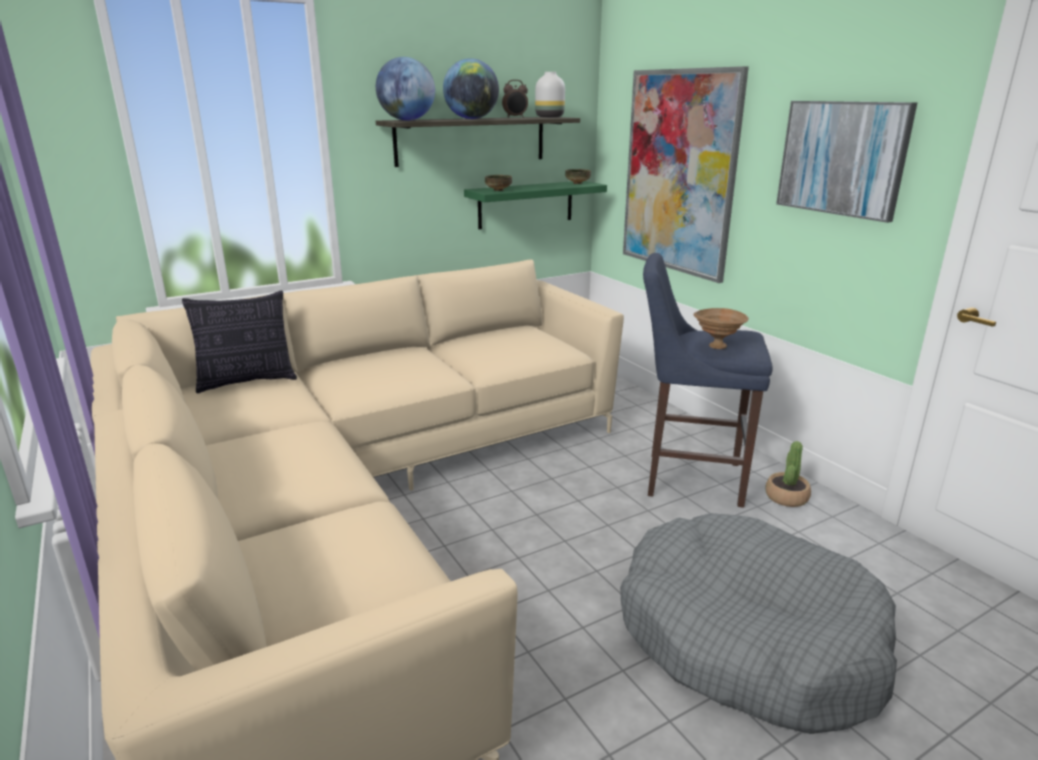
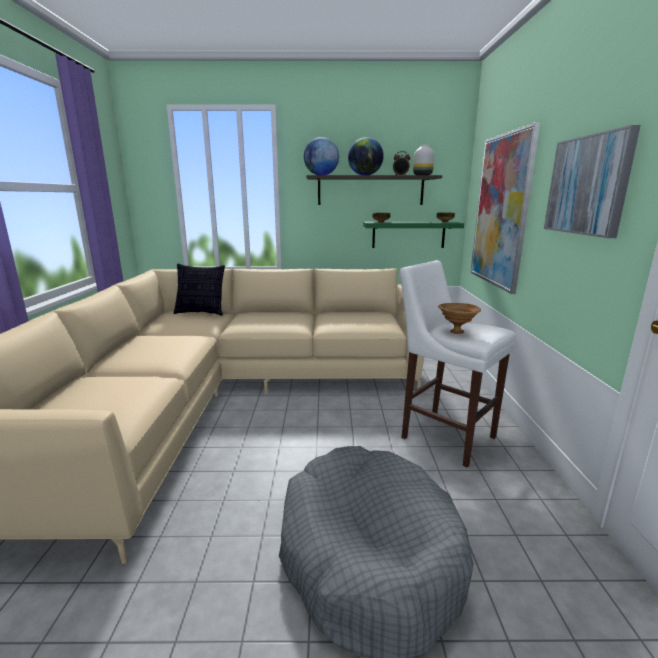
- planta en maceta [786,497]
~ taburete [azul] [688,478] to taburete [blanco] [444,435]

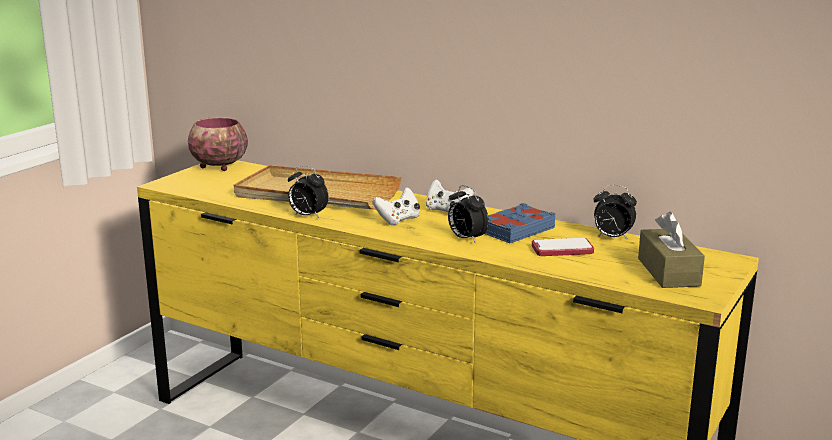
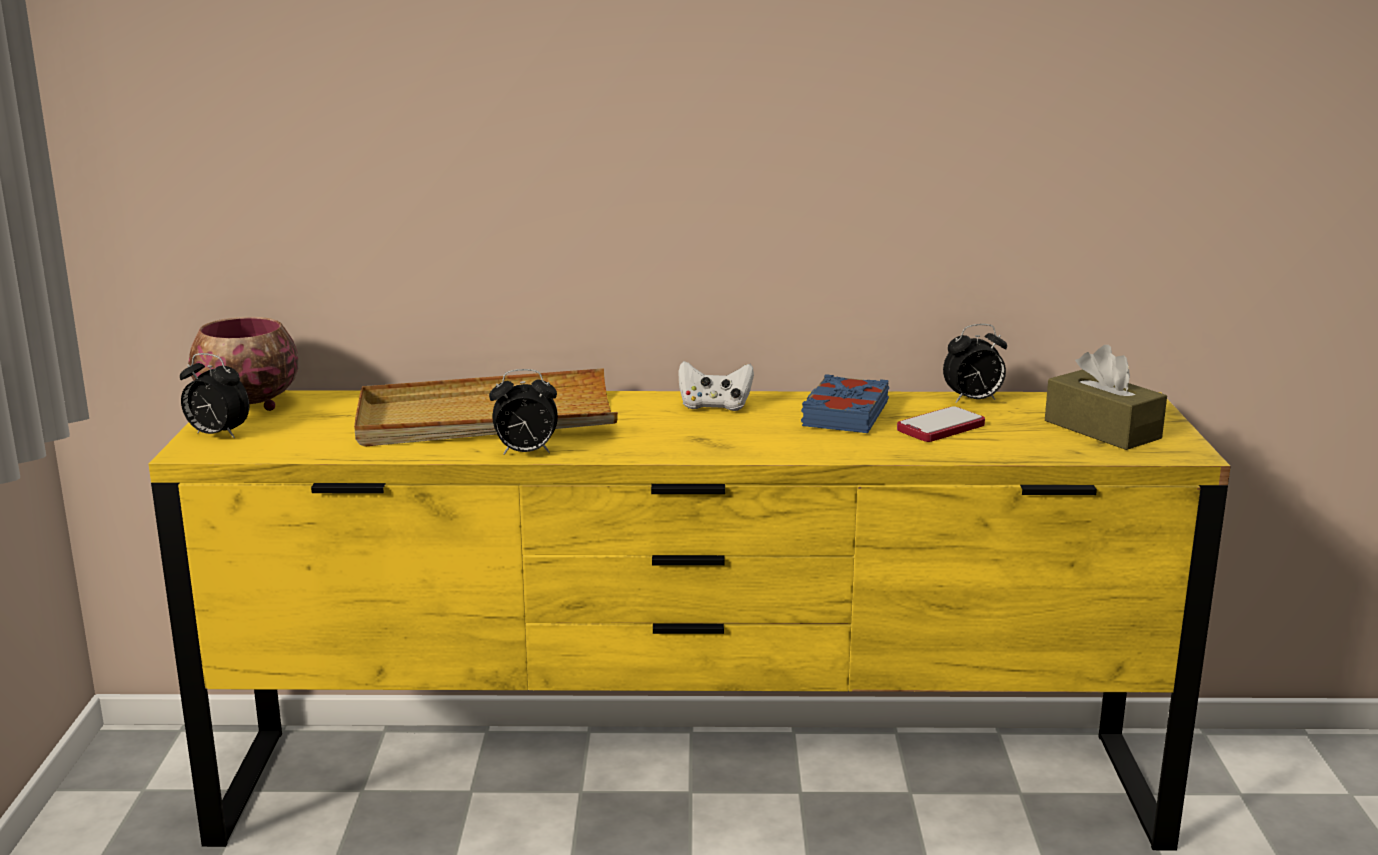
- mando de consola [blanco] [398,220]
~ despertador [466,239] to [217,435]

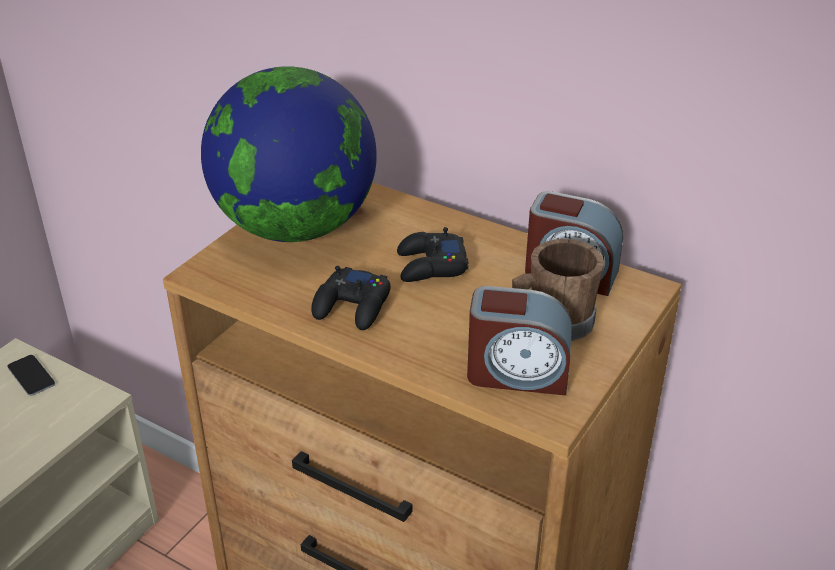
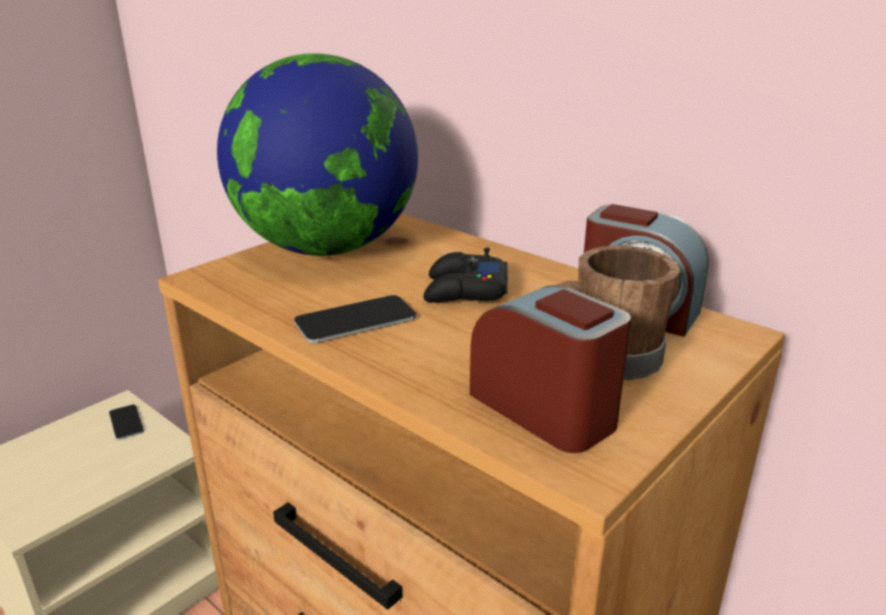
~ mando de consola [negro] [353,306] to móvil [355,320]
~ despertador [517,373] = [545,409] 150 degrees counterclockwise

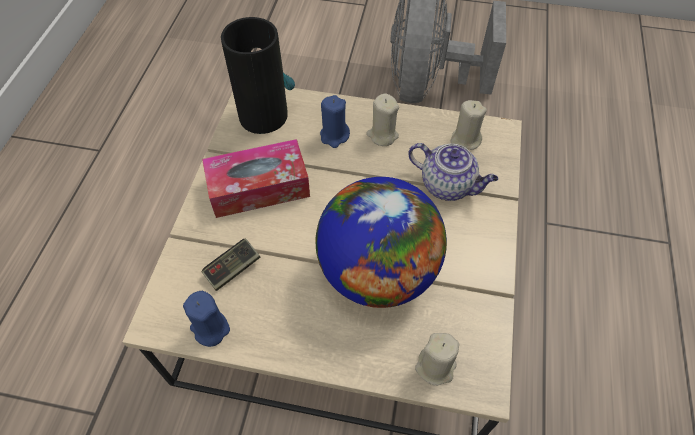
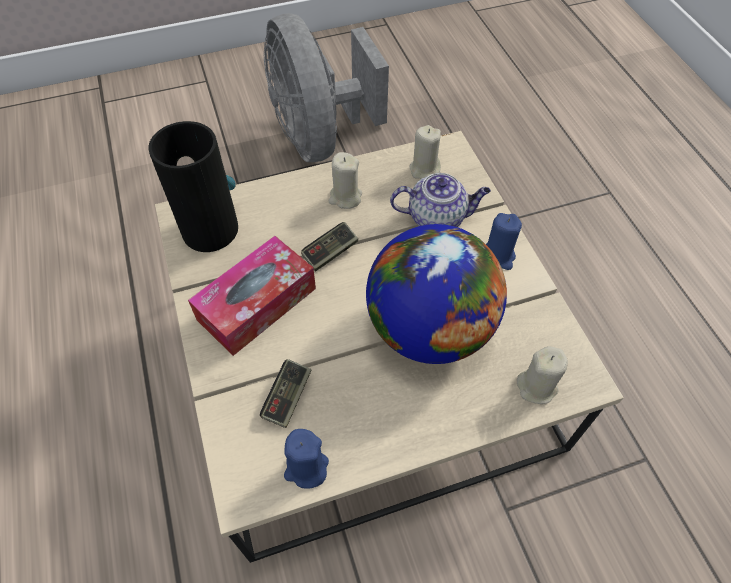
+ mando de consola [330,252]
~ vela [azul] [334,136] to [498,256]

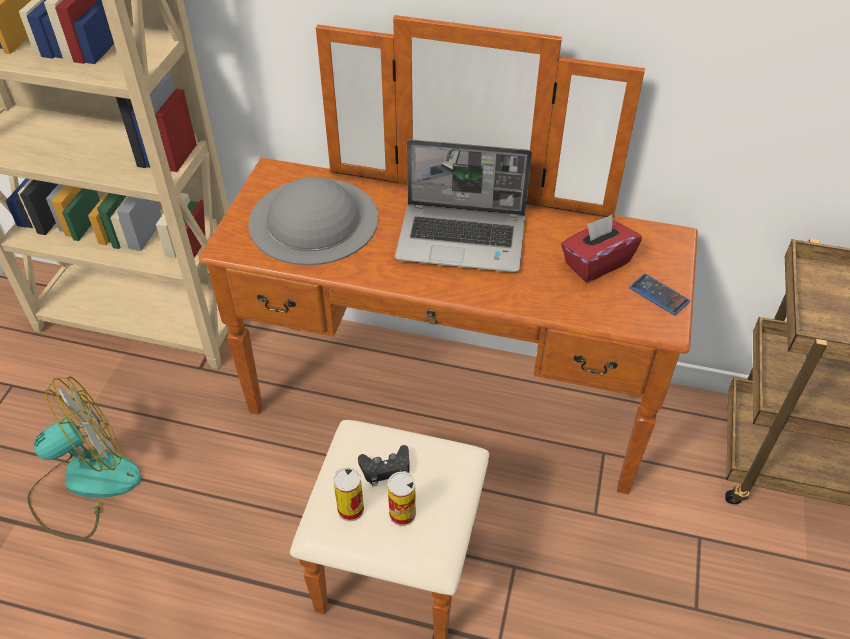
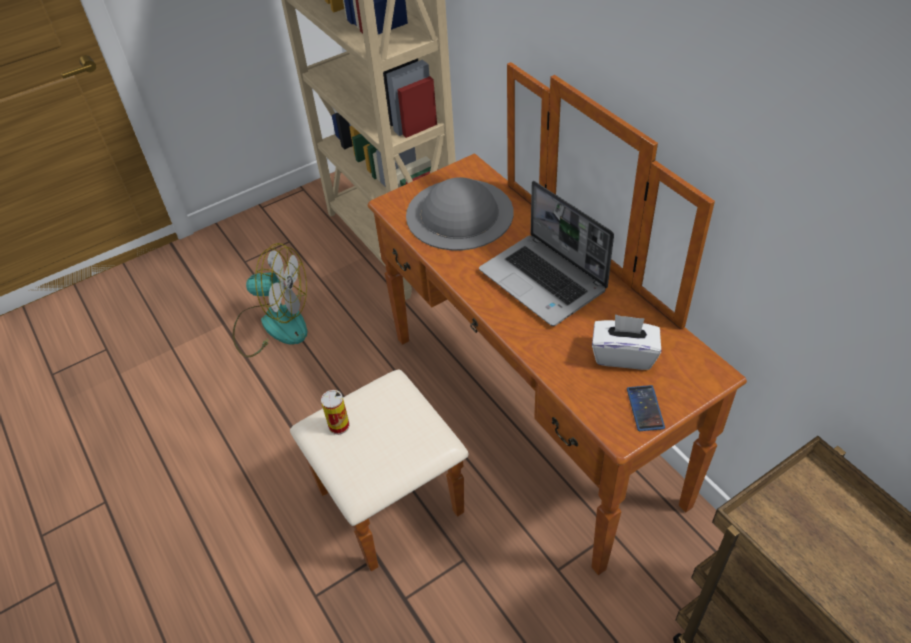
- mando de consola [negro] [386,469]
- lata [402,514]
~ caja de pañuelos [rojo] [596,263] to caja de pañuelos [blanco] [623,355]

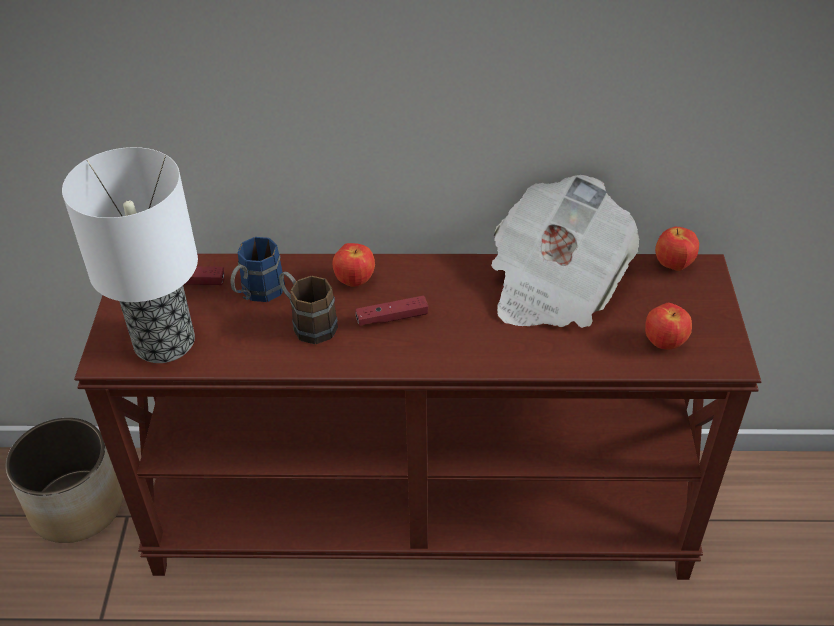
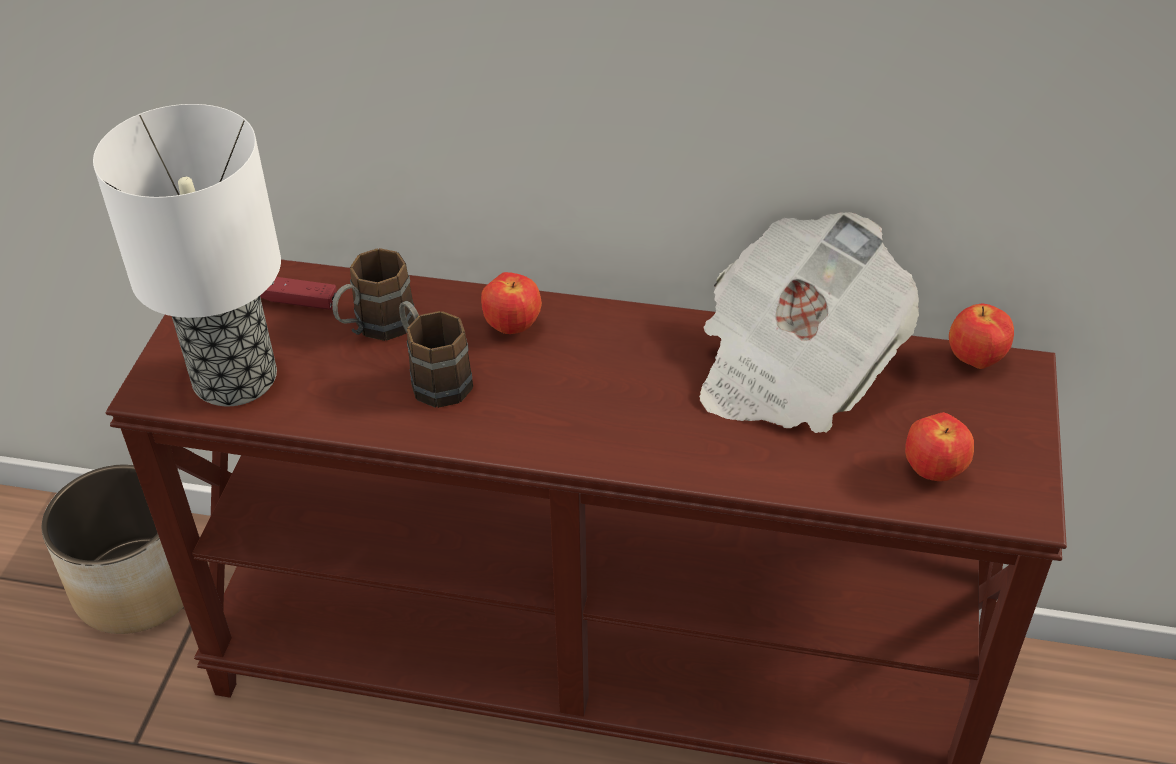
- mando de consola [rojo] [392,317]
~ taza grande [azul] [257,294] to taza grande [marrón] [375,328]

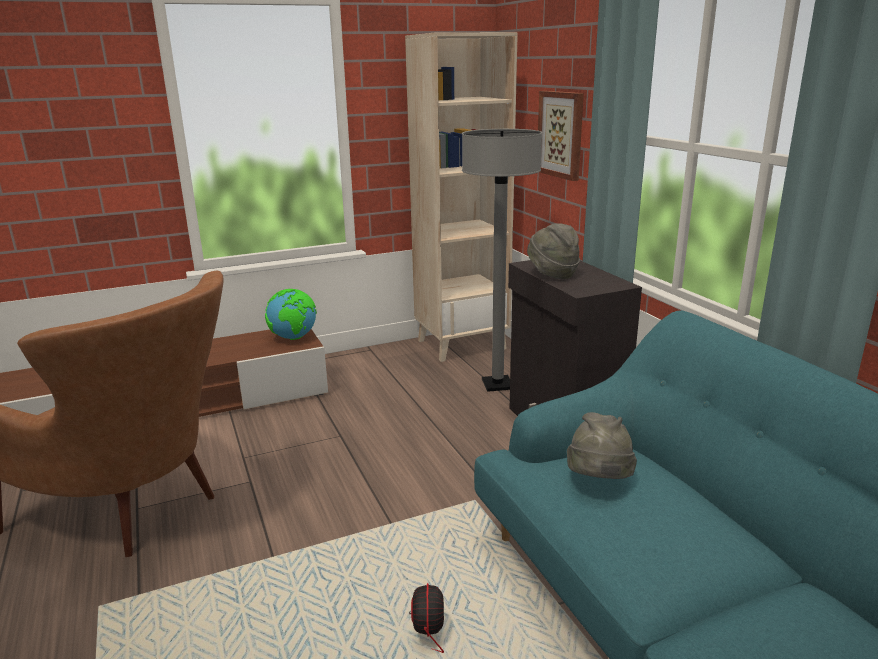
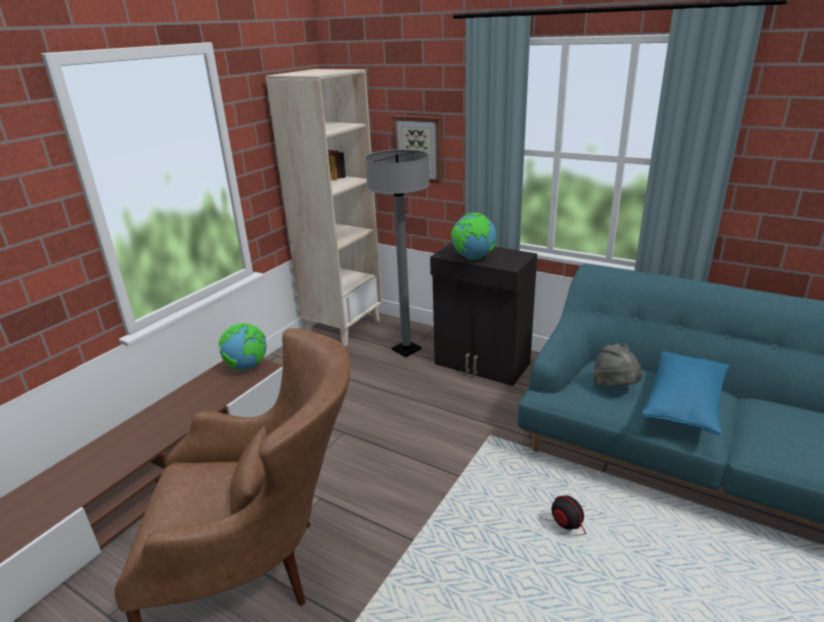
+ cojín [azul] [684,404]
~ sombrero [gris] [552,274] to globo terráqueo [473,258]

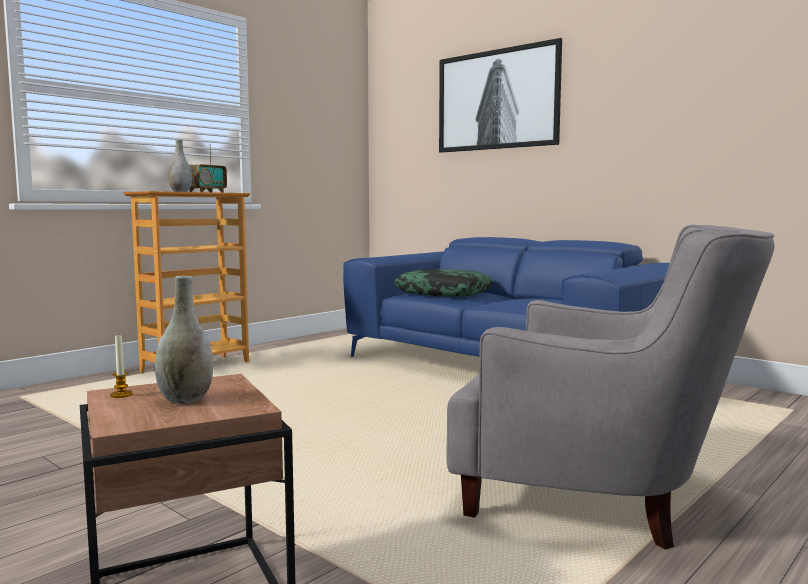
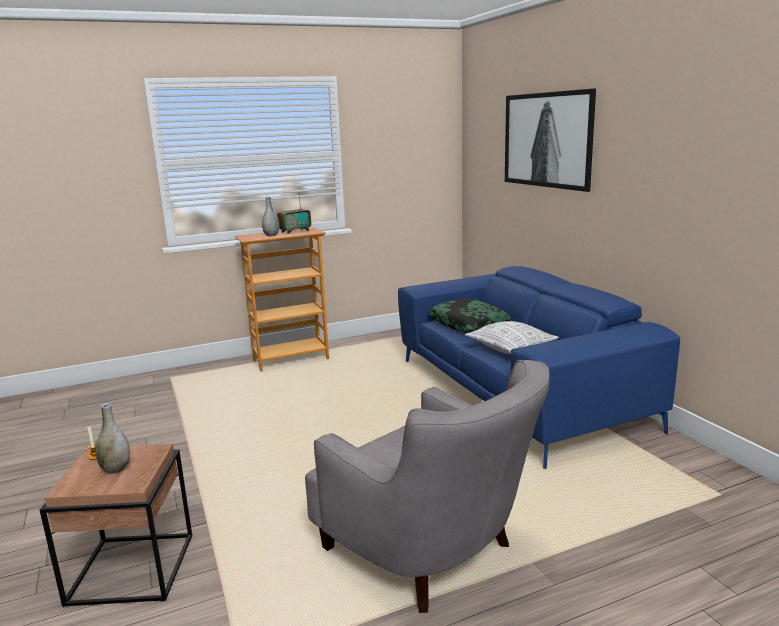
+ cojín [511,348]

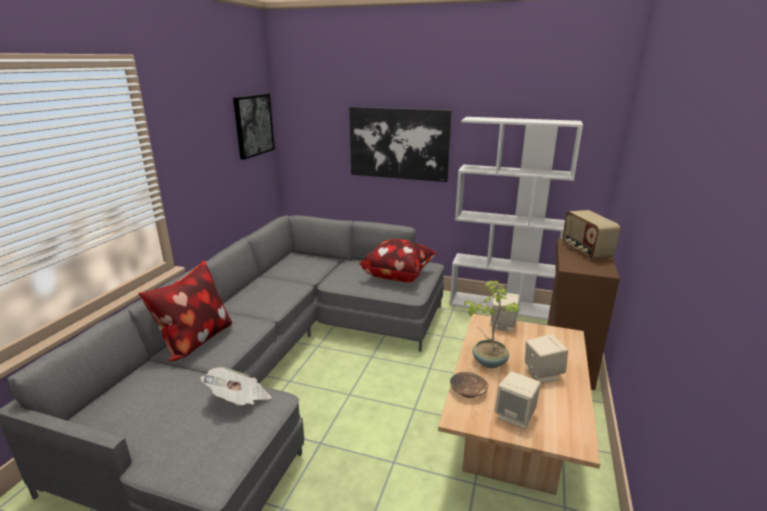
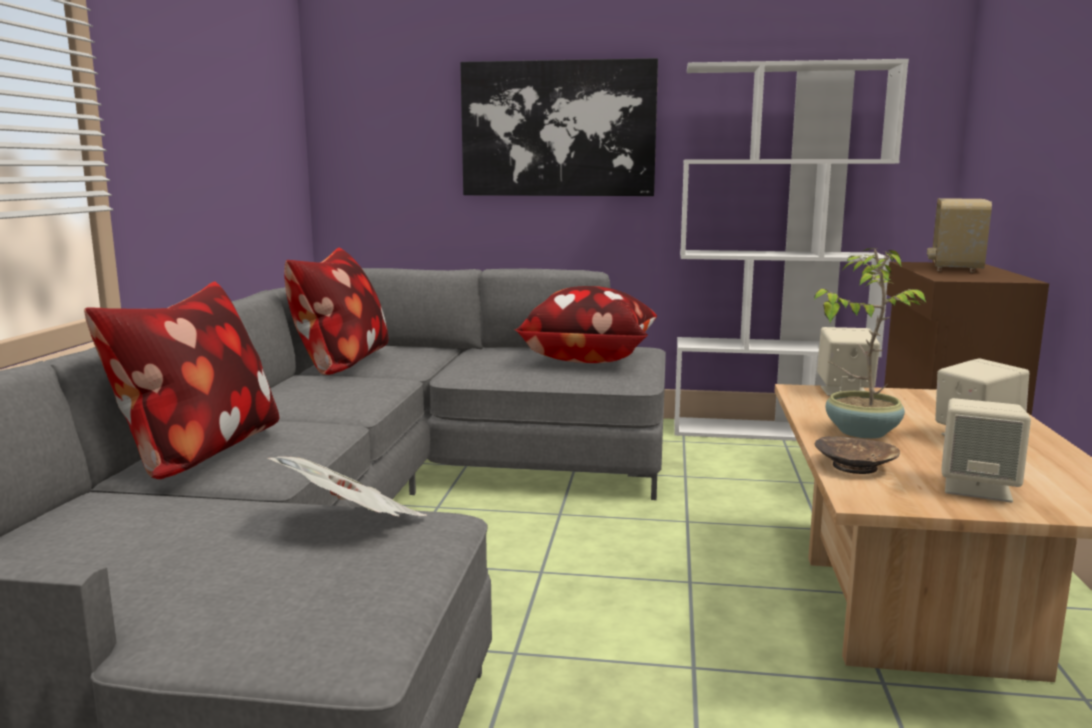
- cuadro [253,125]
+ cojín [340,364]
~ radio [585,251] = [954,268] 45 degrees clockwise

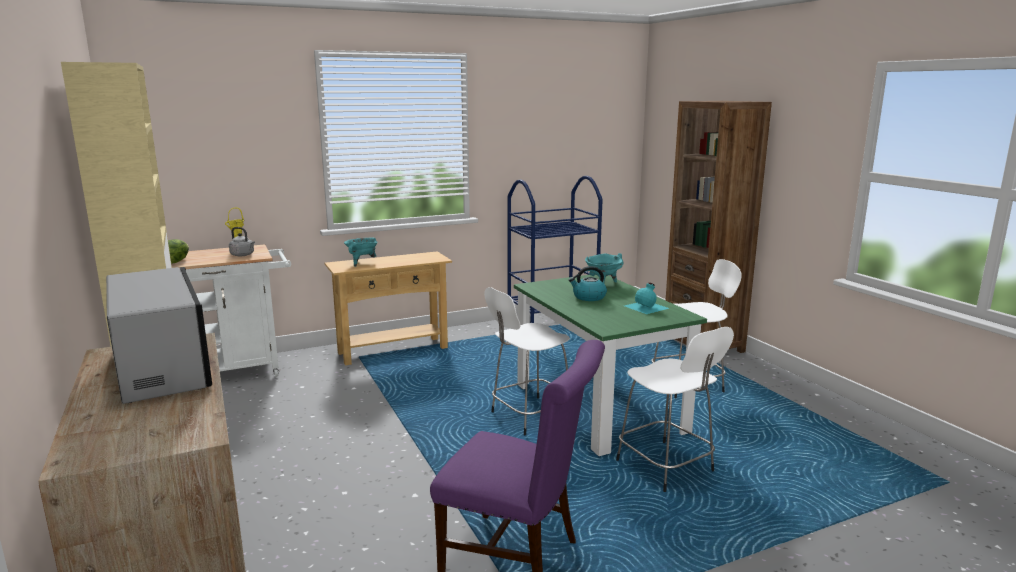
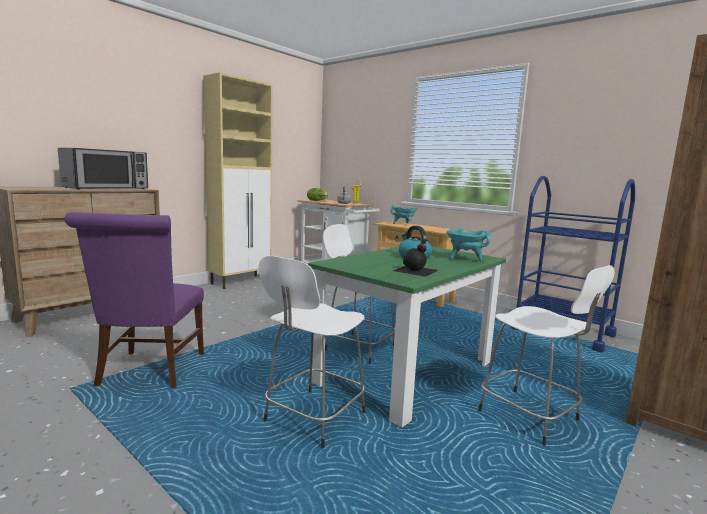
~ botella [turquesa] [647,307] to botella [negro] [416,270]

